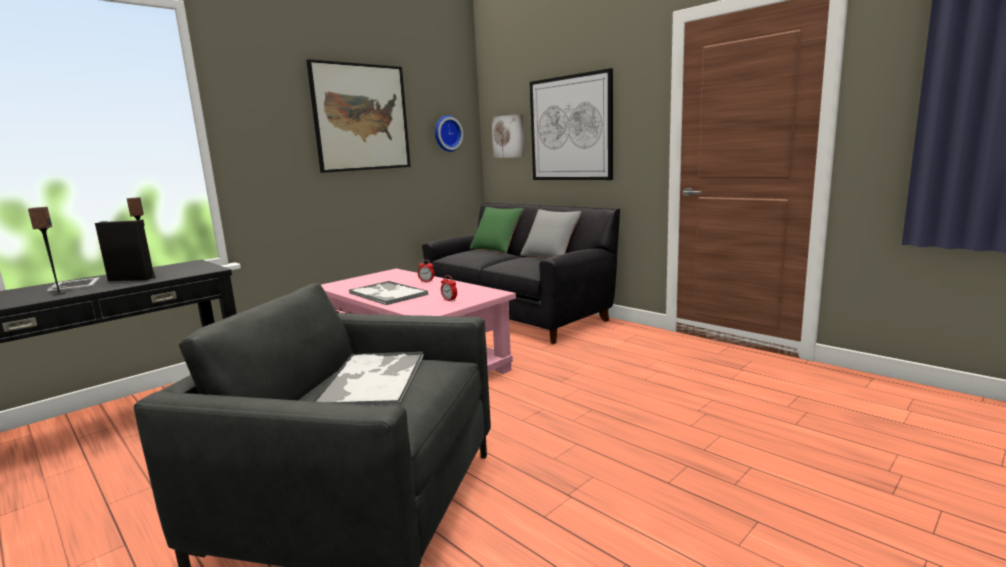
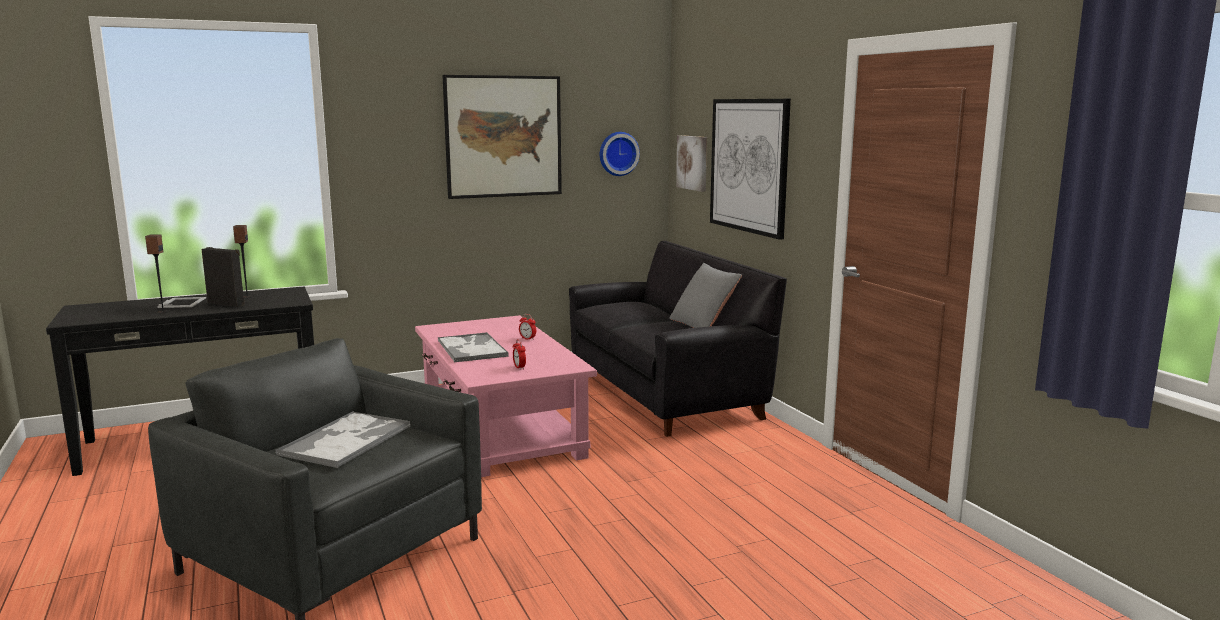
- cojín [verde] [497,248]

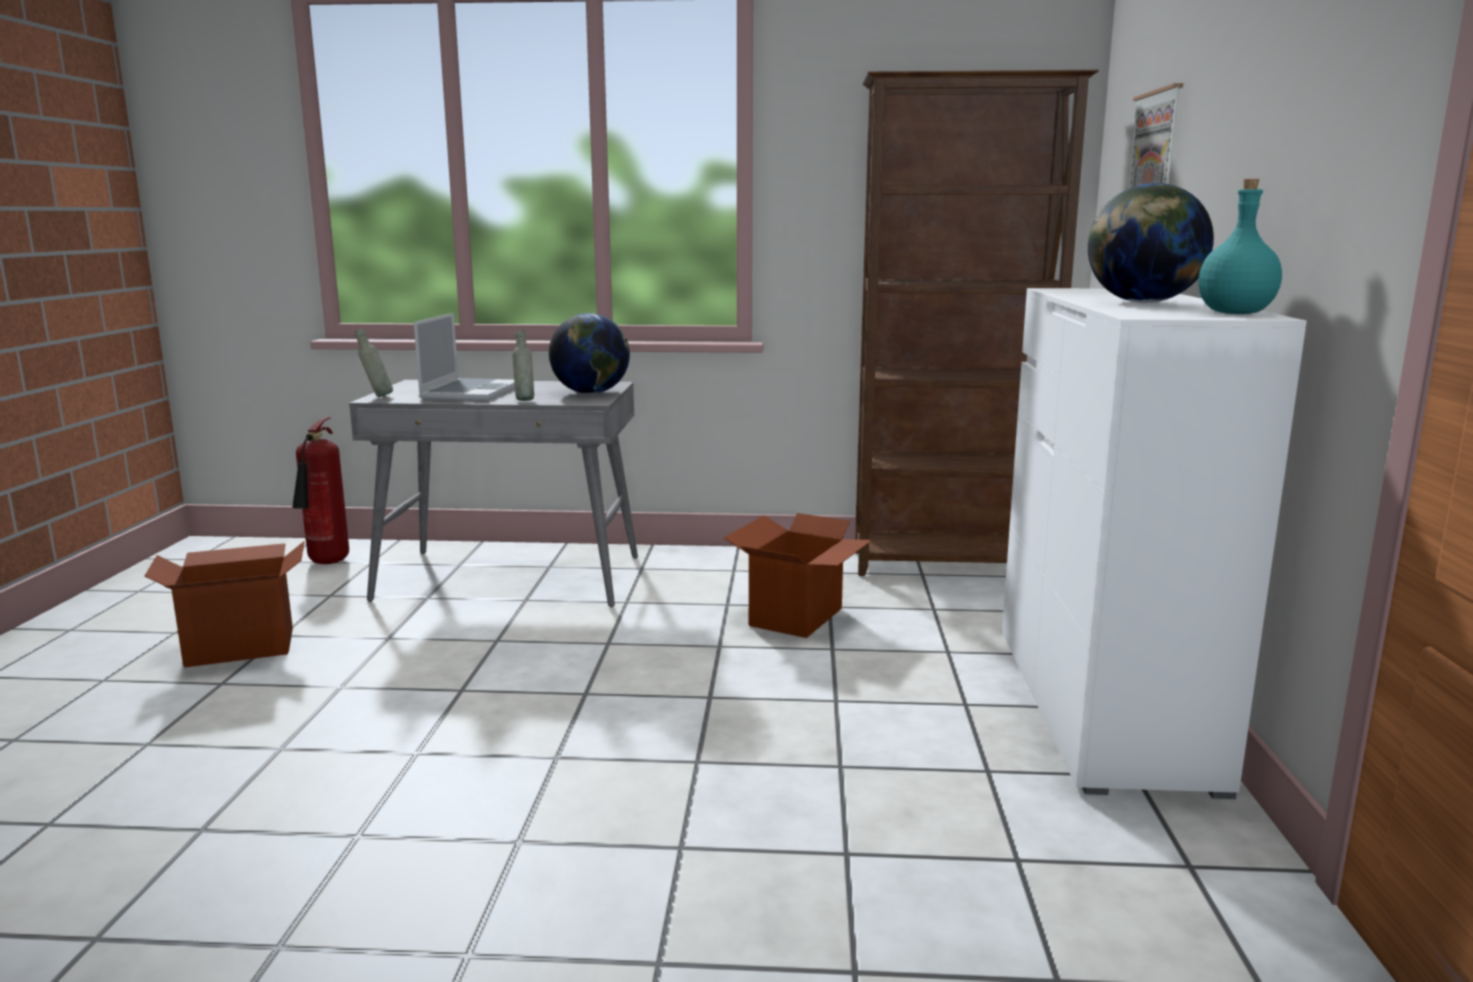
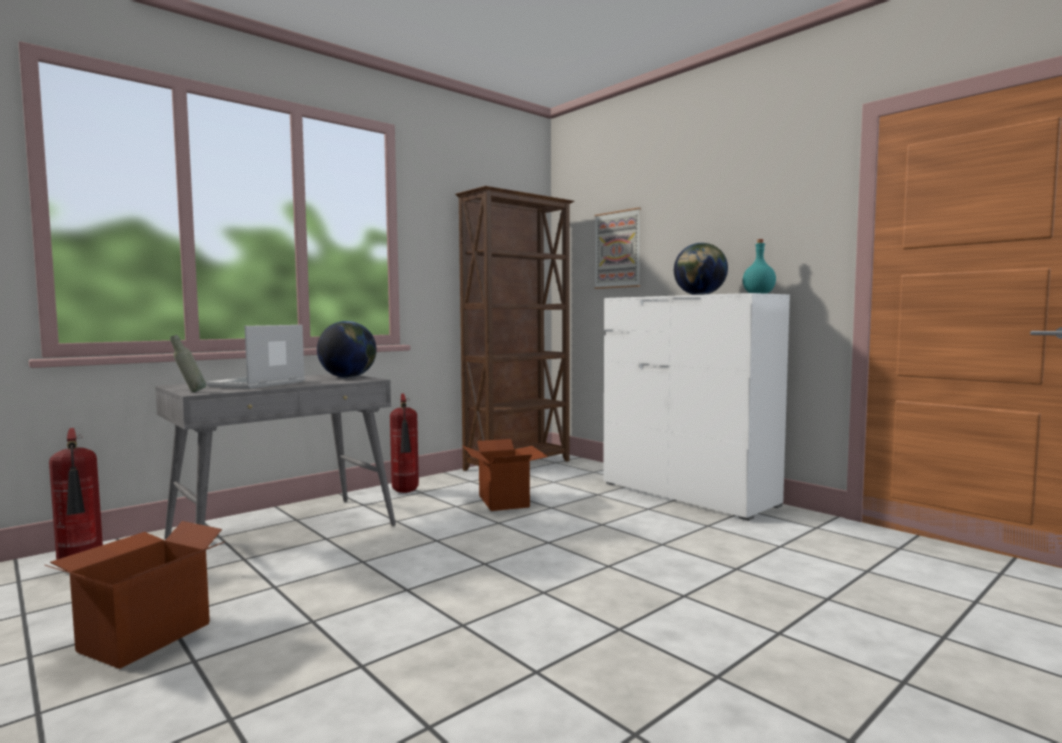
- botella [gris] [524,400]
+ extintor [406,492]
~ portátil [470,392] = [258,384] 120 degrees counterclockwise

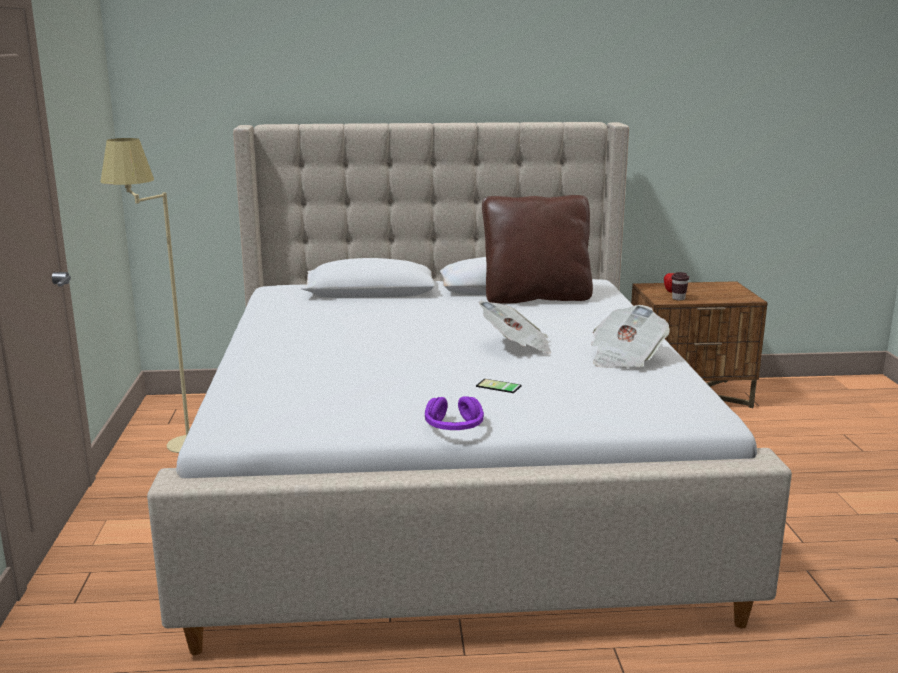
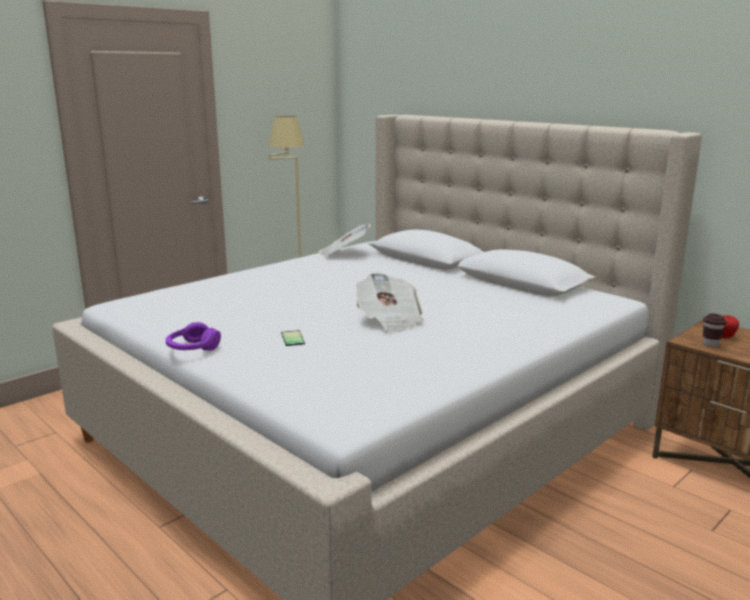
- cojín [marrón] [536,297]
~ periódico [625,358] to [343,254]

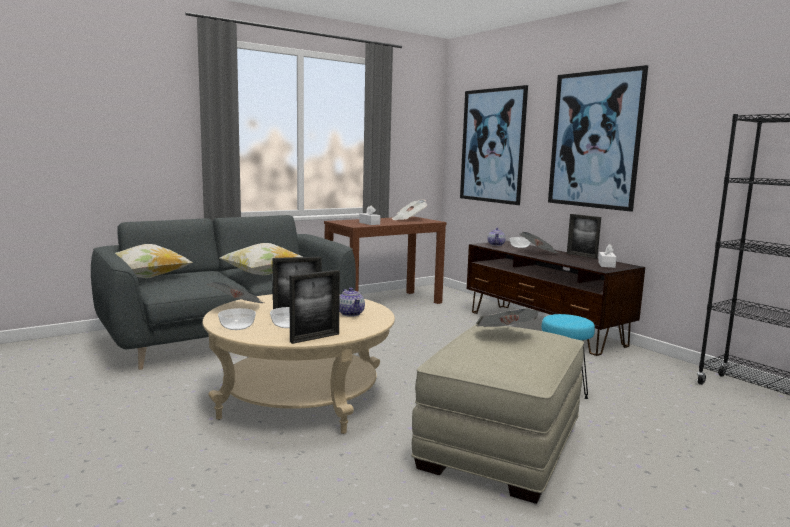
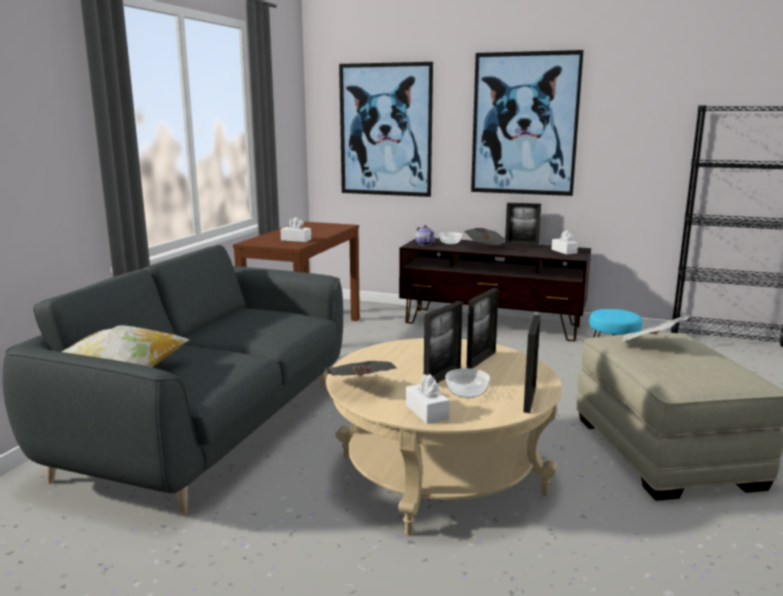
- cojín [263,275]
- periódico [409,219]
~ cuenco [237,326] to caja de pañuelos [blanco] [427,412]
~ tetera [351,313] to portarretratos [481,360]

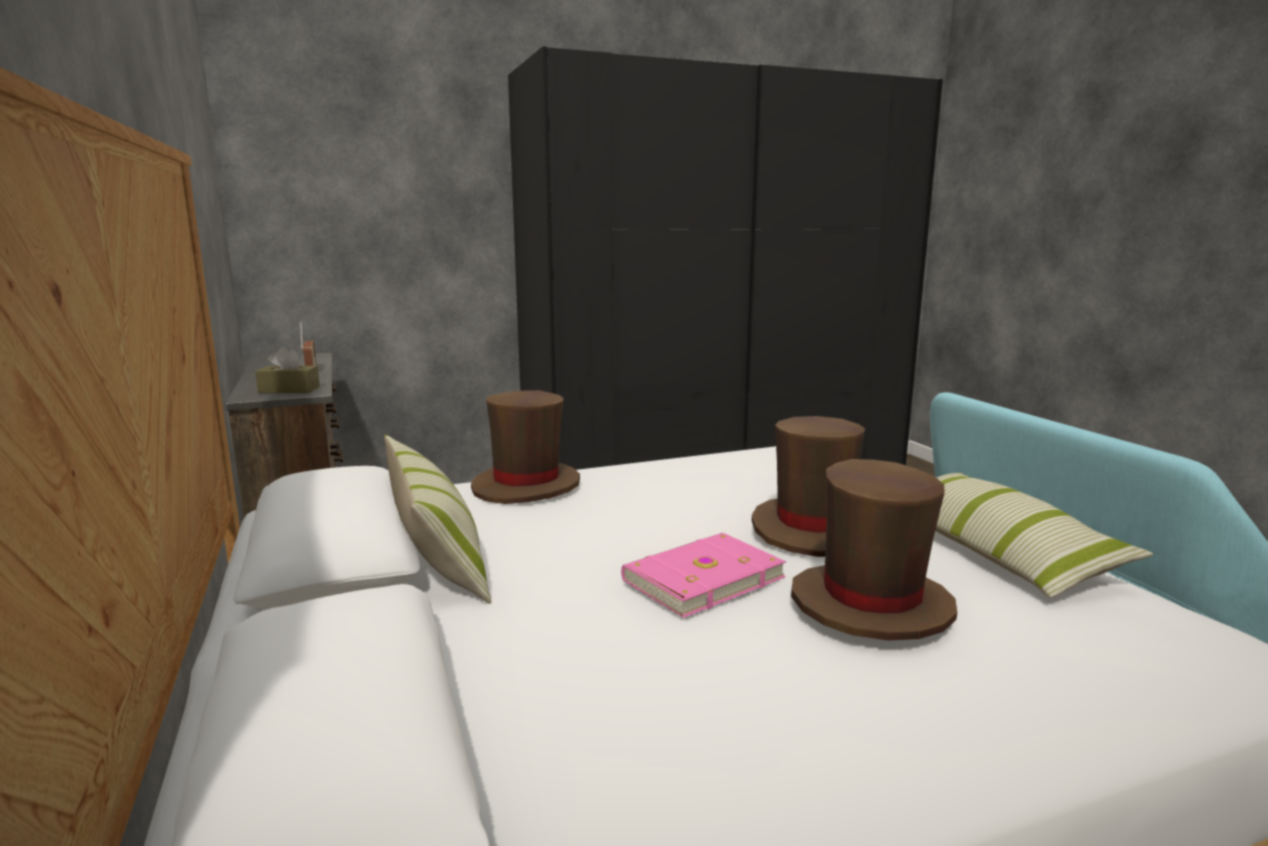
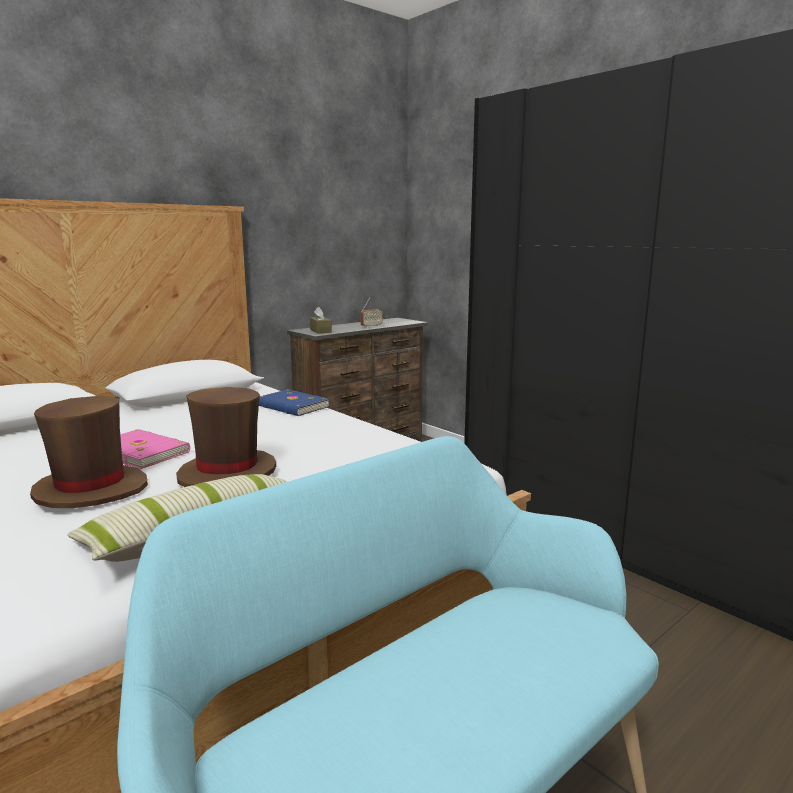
- cojín [437,556]
~ sombrero [marrón] [526,486] to libro [azul] [291,406]

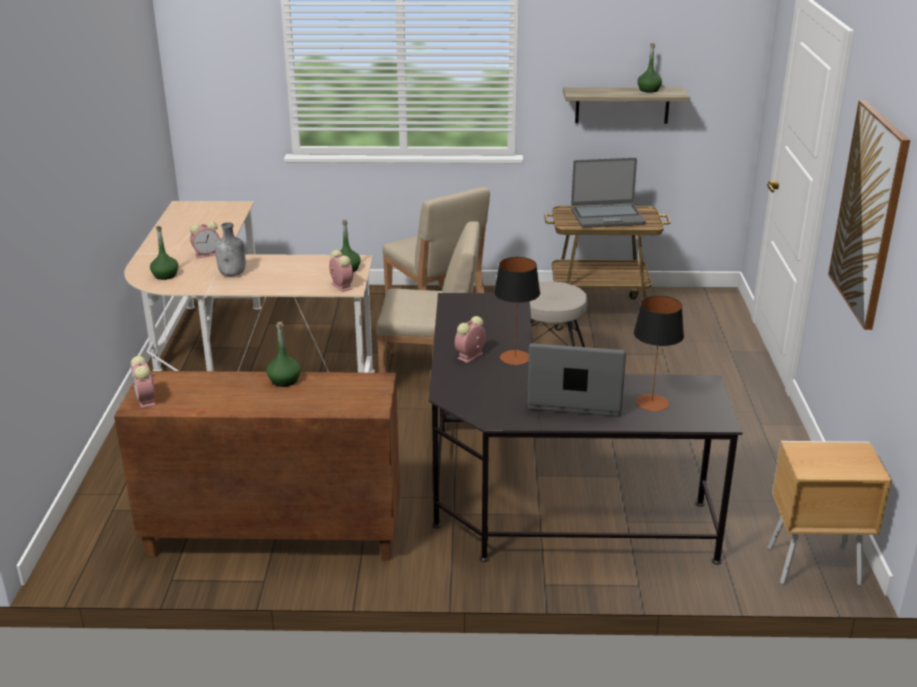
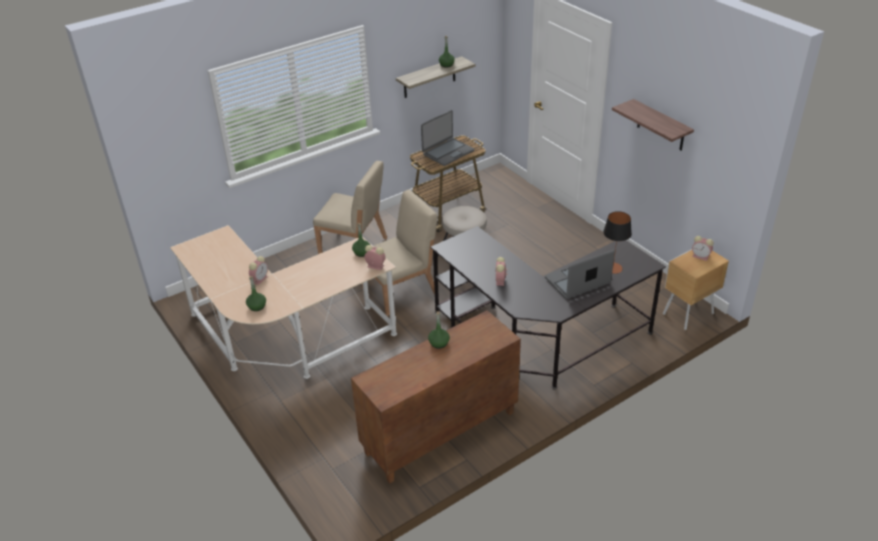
- botella [gris] [233,274]
- lámpara de mesa [515,357]
~ despertador [146,401] to [701,256]
~ cuadro [869,213] to estante [661,126]

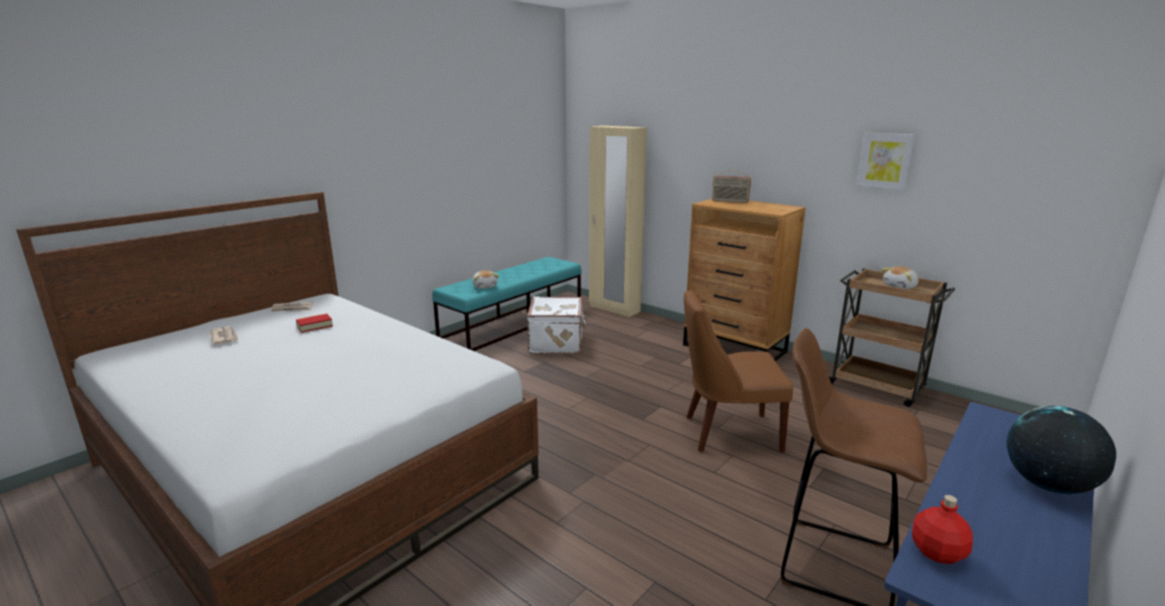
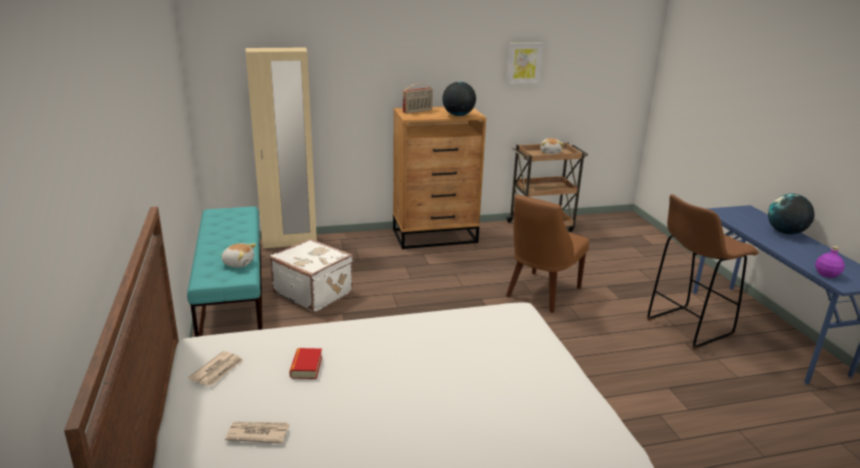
+ globo terráqueo [458,115]
~ botella [rojo] [936,552] to botella [morado] [826,274]

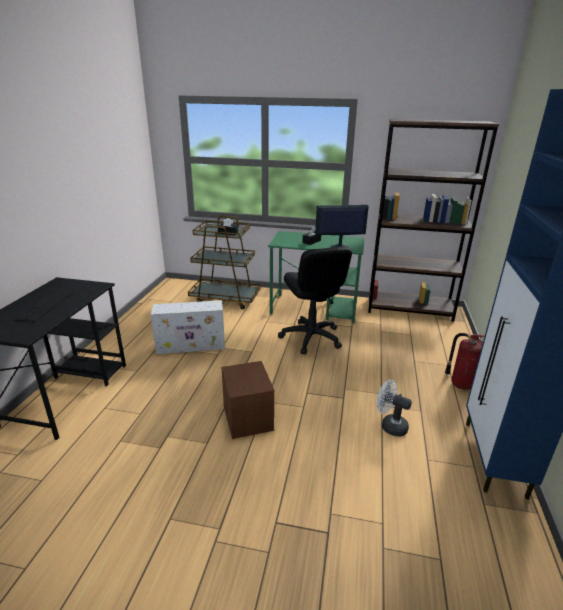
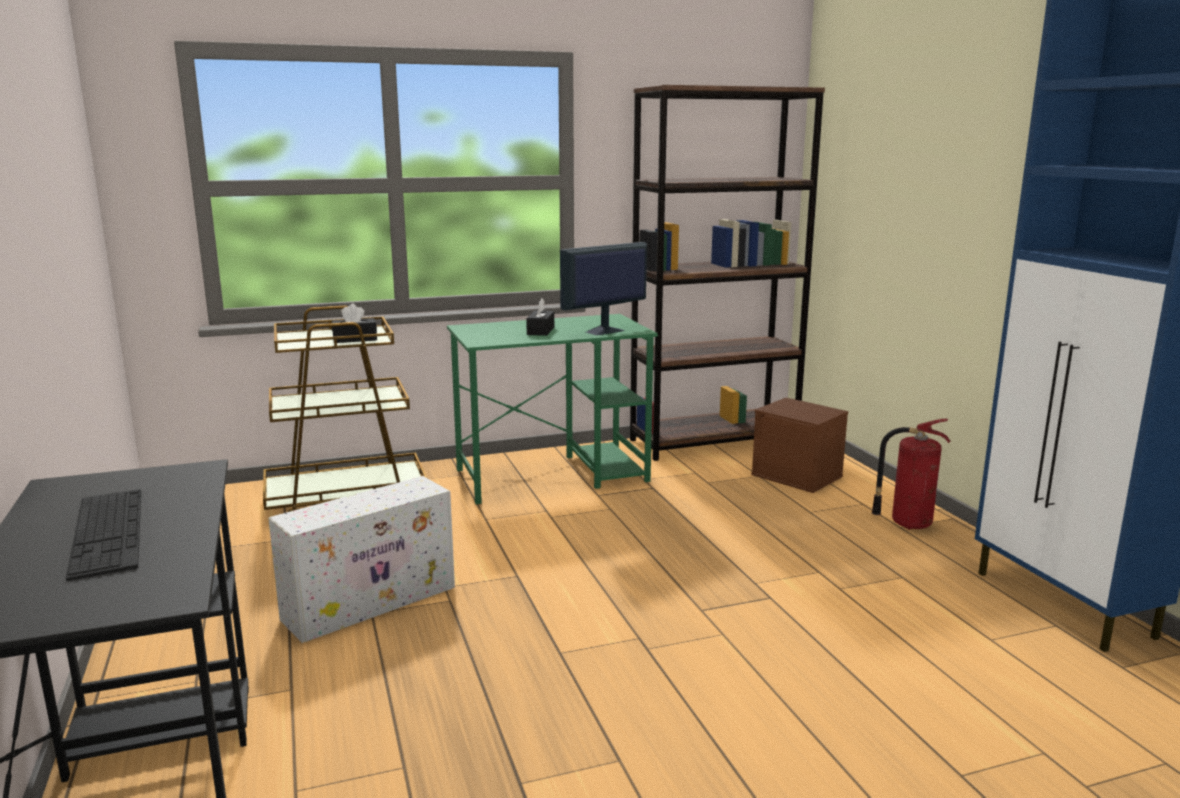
- silla de oficina [negro] [311,337]
- ventilador [blanco] [389,425]
~ caja de almacenaje [marrón] [248,418] to [798,475]

